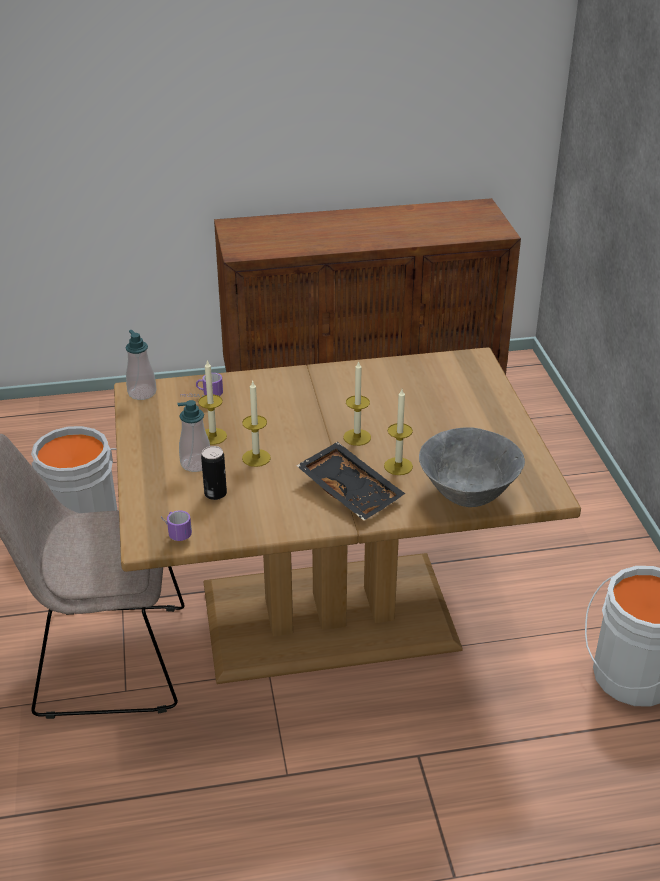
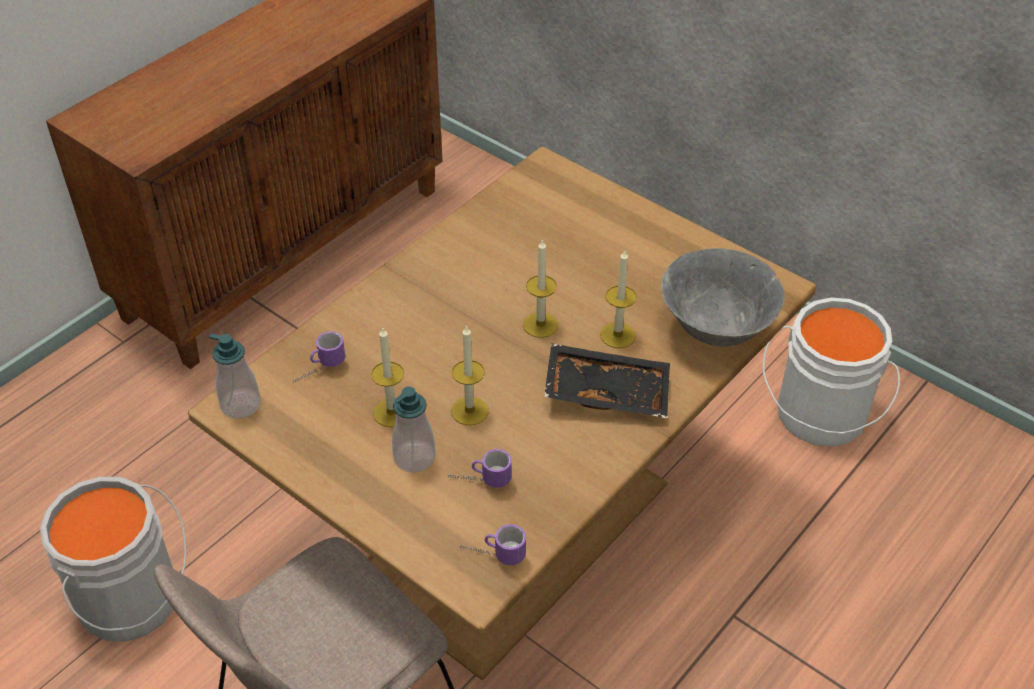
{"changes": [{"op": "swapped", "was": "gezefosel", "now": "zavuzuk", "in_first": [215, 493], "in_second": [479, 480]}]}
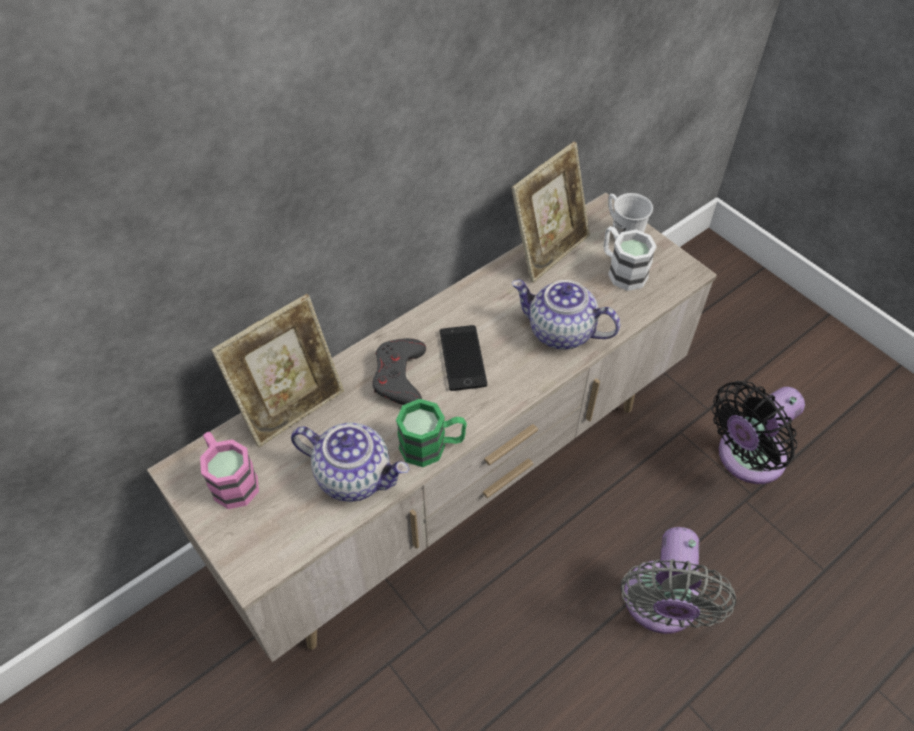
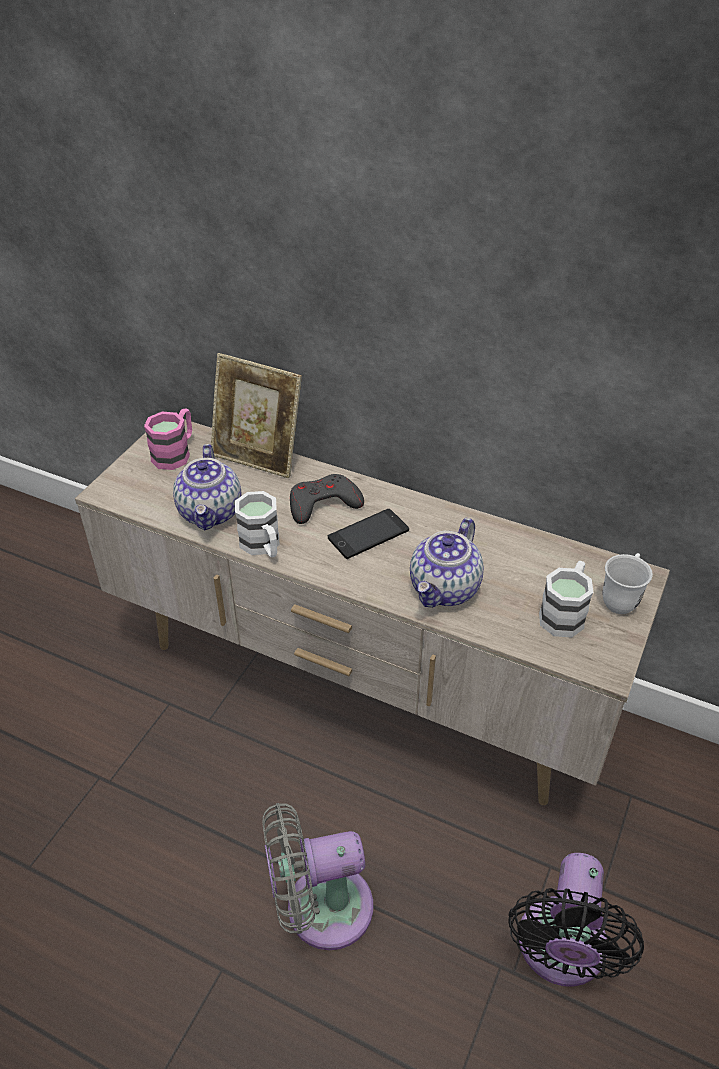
{"changes": [{"op": "repainted", "was": "zavuzuk (green)", "now": "zavuzuk (white)", "in_first": [432, 446], "in_second": [263, 546]}, {"op": "gone", "was": "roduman", "in_first": [548, 250]}, {"op": "rotated", "was": "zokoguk", "in_first": [560, 332], "in_second": [445, 589], "clockwise": -150}, {"op": "rotated", "was": "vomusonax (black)", "in_first": [746, 458], "in_second": [560, 951], "clockwise": -105}]}
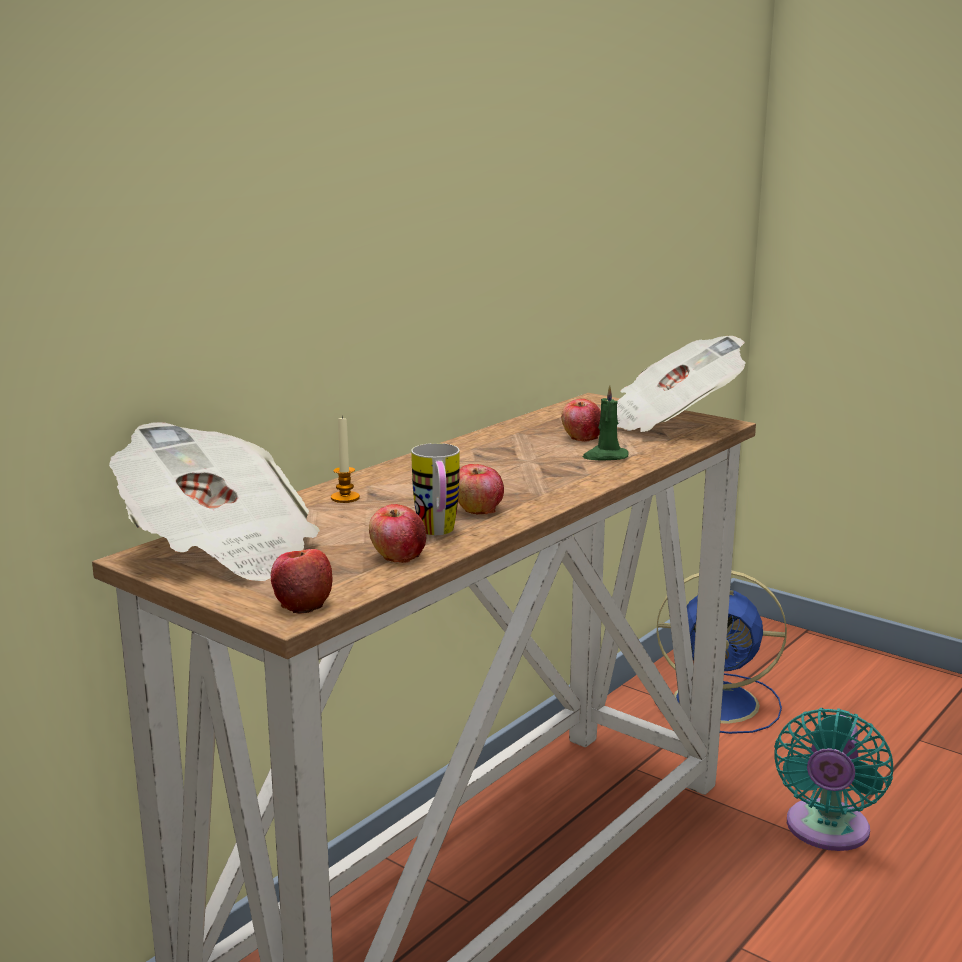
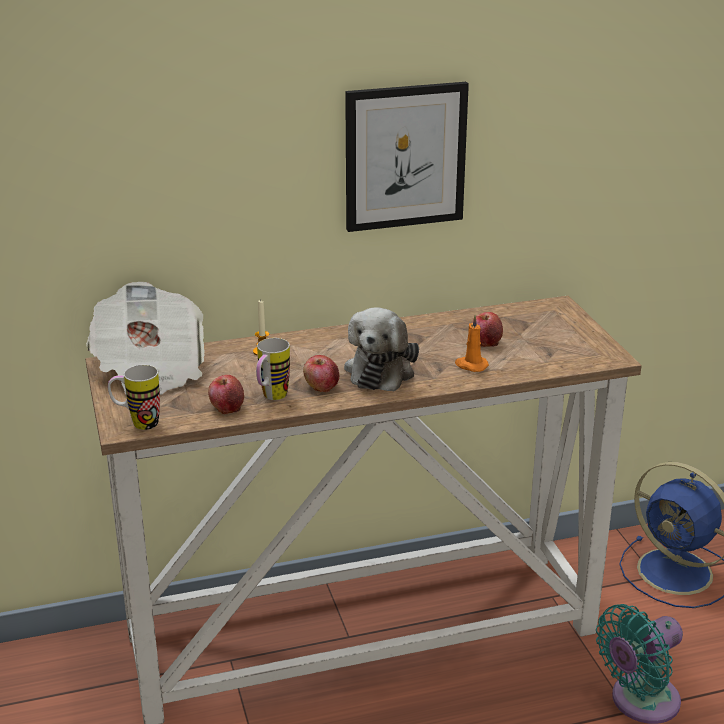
{"changes": [{"op": "swapped", "was": "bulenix", "now": "zavuzuk", "in_first": [302, 603], "in_second": [137, 424]}, {"op": "repainted", "was": "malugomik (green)", "now": "malugomik (orange)", "in_first": [605, 457], "in_second": [471, 365]}, {"op": "gone", "was": "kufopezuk", "in_first": [666, 422]}, {"op": "new", "now": "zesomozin", "in_second": [381, 370]}, {"op": "new", "now": "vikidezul", "in_second": [405, 156]}]}
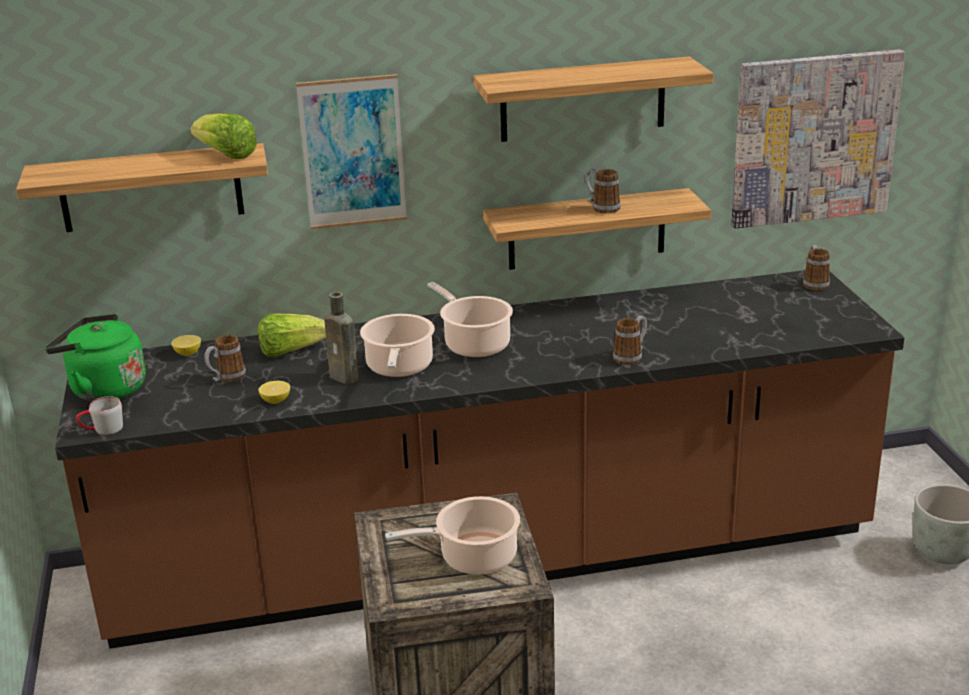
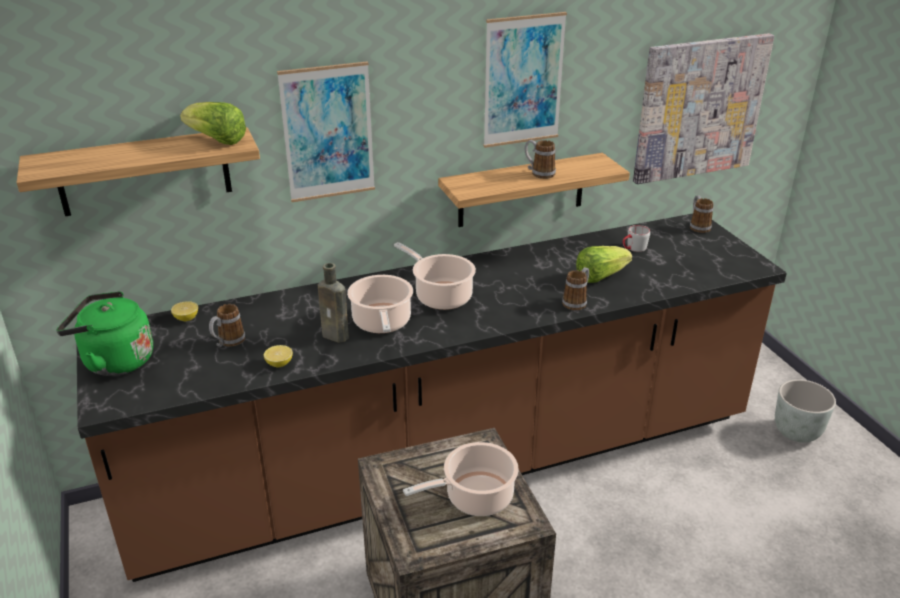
{"changes": [{"op": "shifted", "was": "zavuzuk (grey)", "in_first": [102, 430], "in_second": [633, 249]}, {"op": "shifted", "was": "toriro", "in_first": [291, 351], "in_second": [600, 276]}, {"op": "swapped", "was": "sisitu", "now": "vikidezul", "in_first": [582, 99], "in_second": [523, 80]}]}
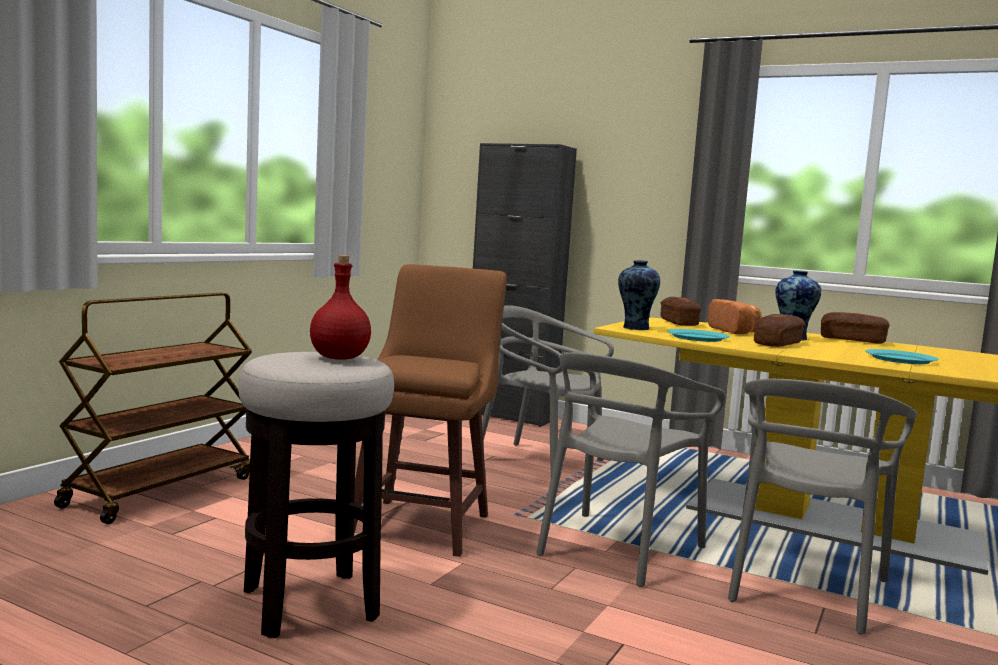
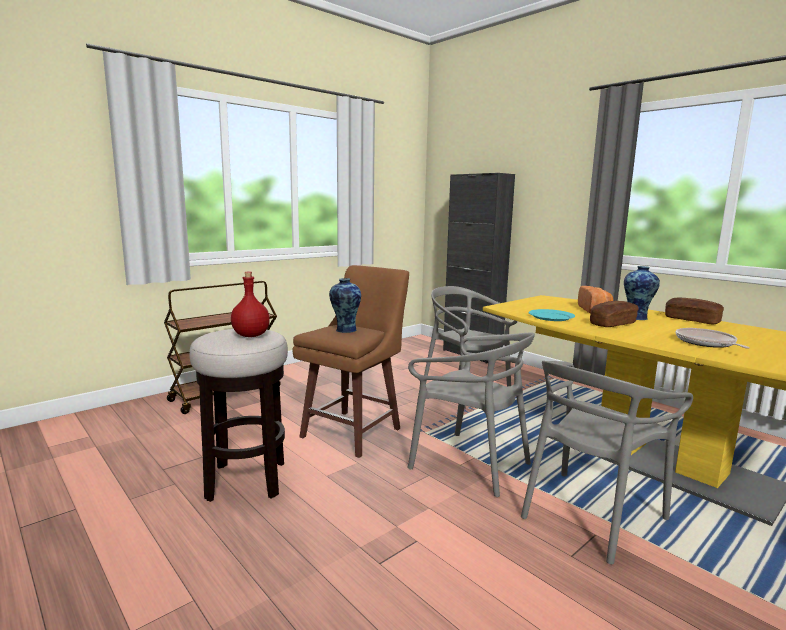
{"changes": [{"op": "rotated", "was": "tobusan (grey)", "in_first": [617, 548], "in_second": [470, 463], "clockwise": -105}, {"op": "shifted", "was": "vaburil", "in_first": [634, 328], "in_second": [345, 330]}, {"op": "gone", "was": "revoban", "in_first": [679, 323]}, {"op": "swapped", "was": "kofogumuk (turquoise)", "now": "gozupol", "in_first": [900, 359], "in_second": [706, 343]}]}
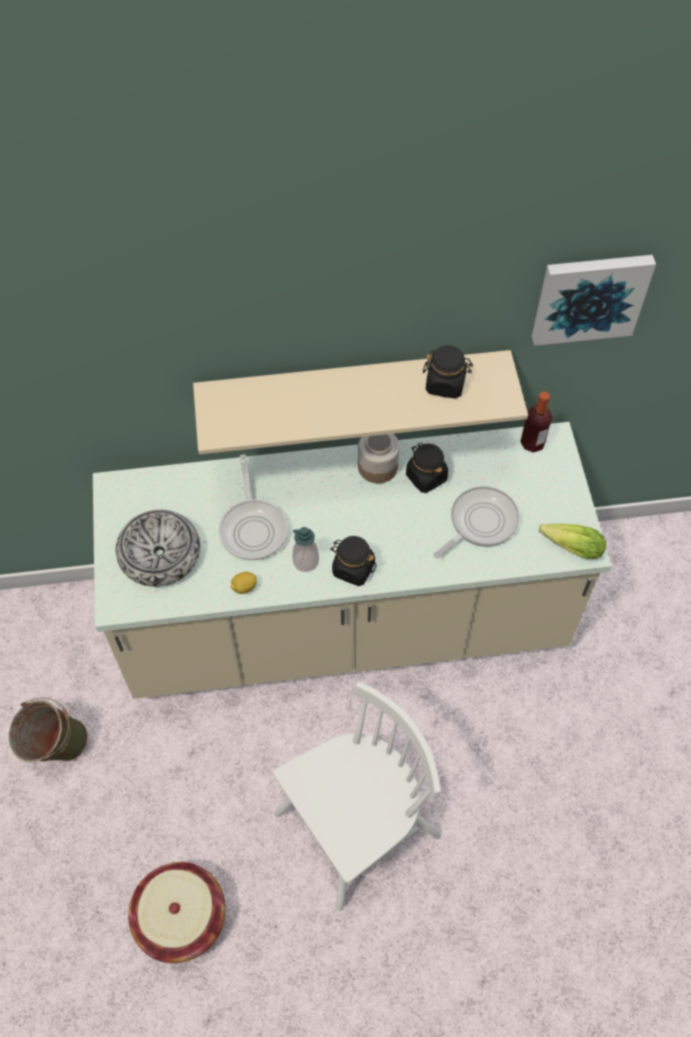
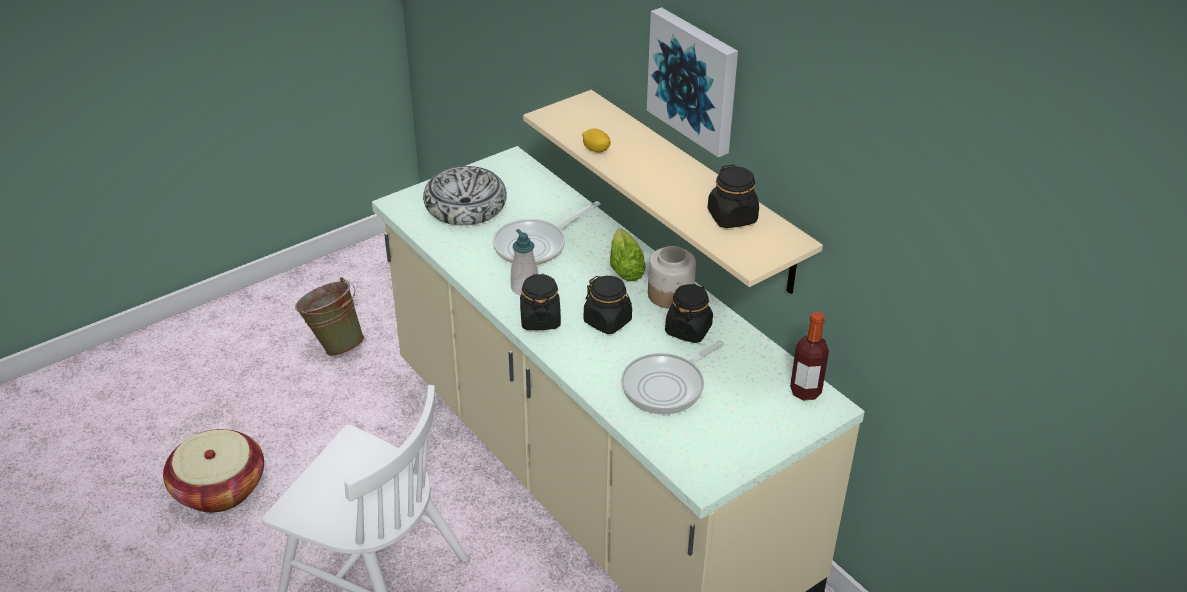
{"changes": [{"op": "shifted", "was": "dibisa", "in_first": [244, 587], "in_second": [596, 150]}, {"op": "rotated", "was": "gozupol", "in_first": [480, 523], "in_second": [667, 386], "clockwise": 120}, {"op": "shifted", "was": "vikidezul", "in_first": [589, 296], "in_second": [695, 80]}, {"op": "shifted", "was": "toriro", "in_first": [569, 546], "in_second": [625, 266]}, {"op": "new", "now": "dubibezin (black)", "in_second": [608, 321]}]}
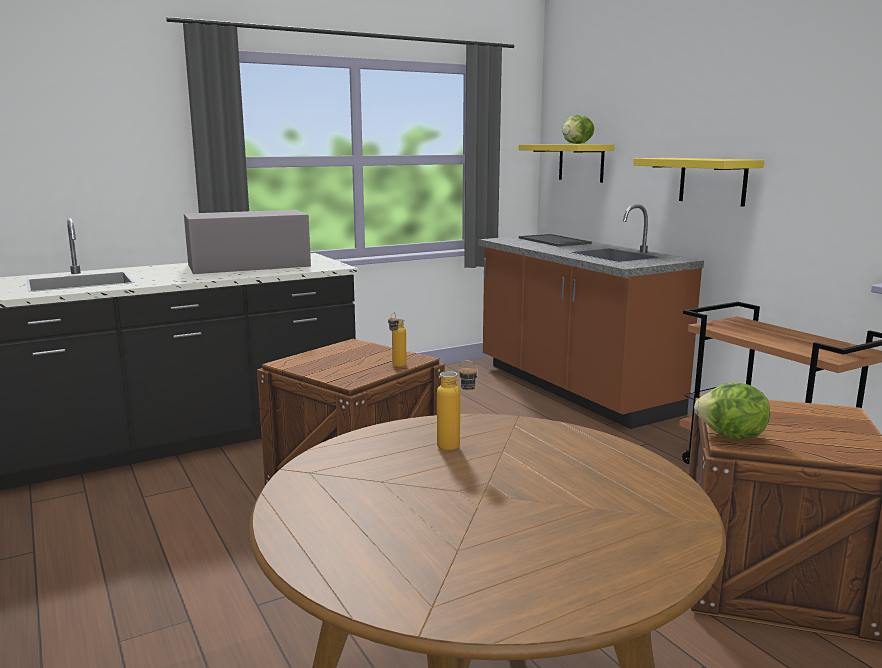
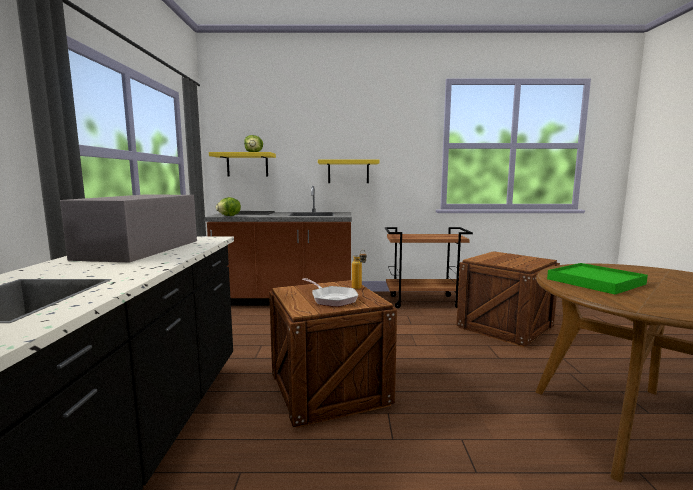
{"changes": [{"op": "swapped", "was": "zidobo", "now": "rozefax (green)", "in_first": [457, 448], "in_second": [595, 281]}, {"op": "shifted", "was": "toriro", "in_first": [731, 436], "in_second": [229, 216]}, {"op": "new", "now": "gozupol", "in_second": [332, 299]}]}
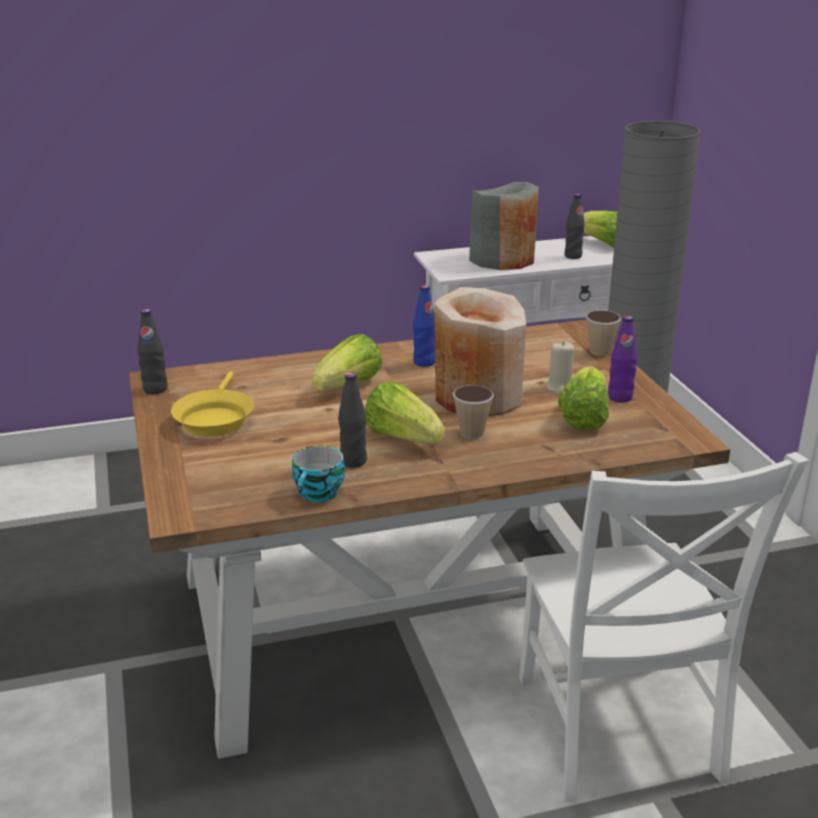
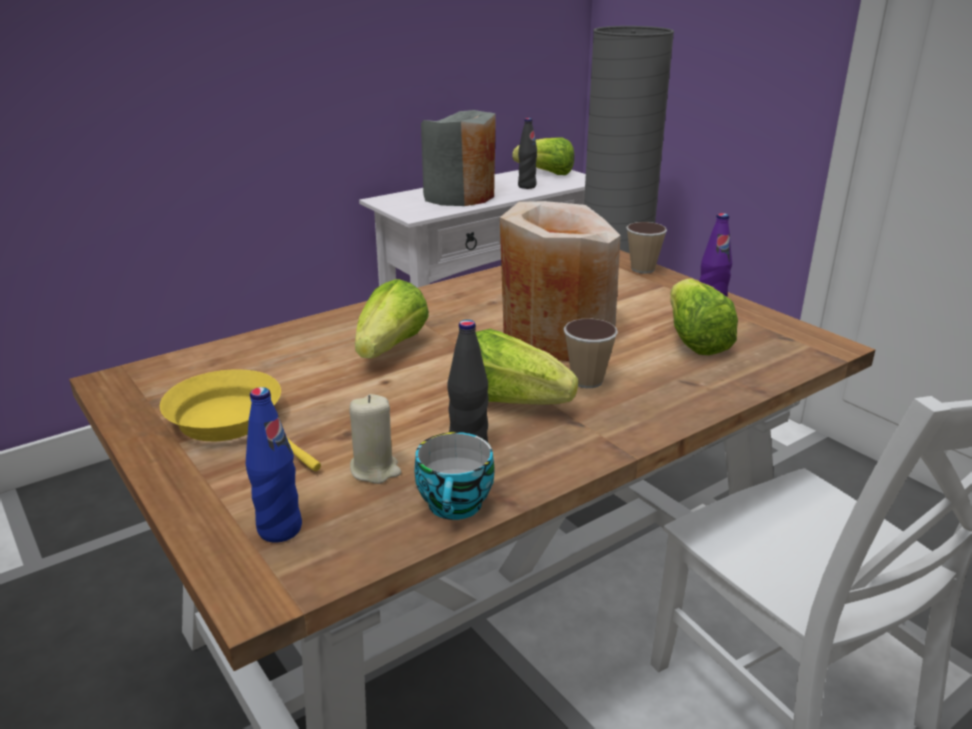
{"changes": [{"op": "gone", "was": "zidobo (black)", "in_first": [155, 389]}, {"op": "rotated", "was": "gozupol (yellow)", "in_first": [214, 418], "in_second": [233, 422], "clockwise": 150}, {"op": "shifted", "was": "zidobo (blue)", "in_first": [424, 362], "in_second": [279, 529]}, {"op": "shifted", "was": "malugomik (beige)", "in_first": [560, 388], "in_second": [375, 470]}]}
